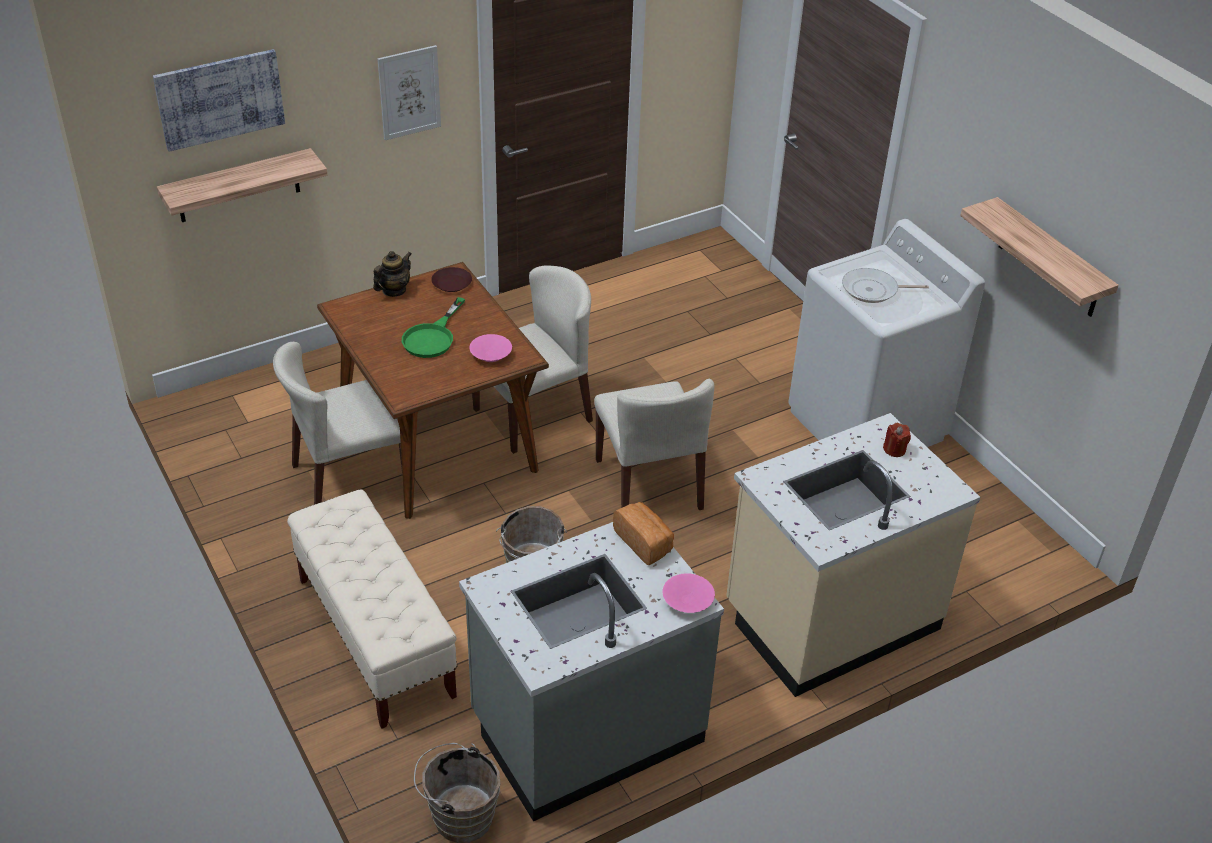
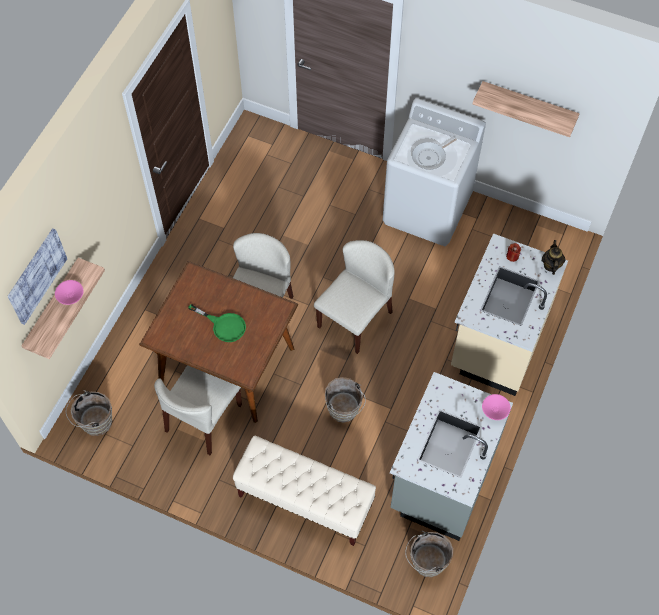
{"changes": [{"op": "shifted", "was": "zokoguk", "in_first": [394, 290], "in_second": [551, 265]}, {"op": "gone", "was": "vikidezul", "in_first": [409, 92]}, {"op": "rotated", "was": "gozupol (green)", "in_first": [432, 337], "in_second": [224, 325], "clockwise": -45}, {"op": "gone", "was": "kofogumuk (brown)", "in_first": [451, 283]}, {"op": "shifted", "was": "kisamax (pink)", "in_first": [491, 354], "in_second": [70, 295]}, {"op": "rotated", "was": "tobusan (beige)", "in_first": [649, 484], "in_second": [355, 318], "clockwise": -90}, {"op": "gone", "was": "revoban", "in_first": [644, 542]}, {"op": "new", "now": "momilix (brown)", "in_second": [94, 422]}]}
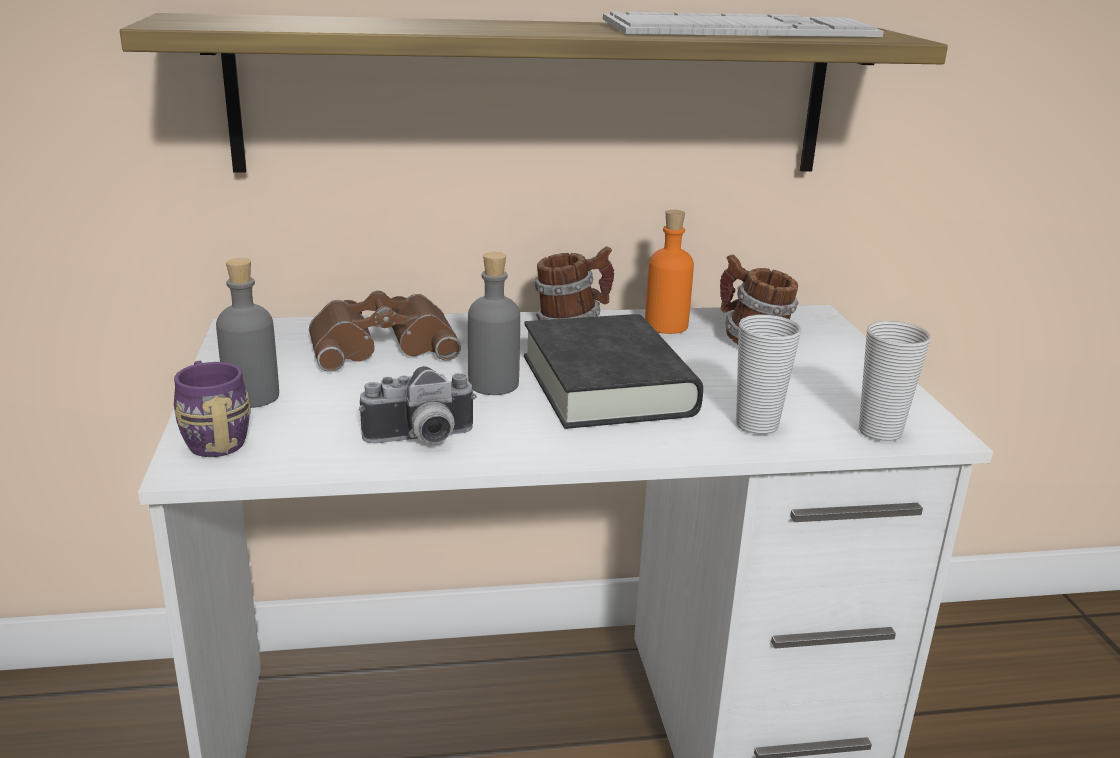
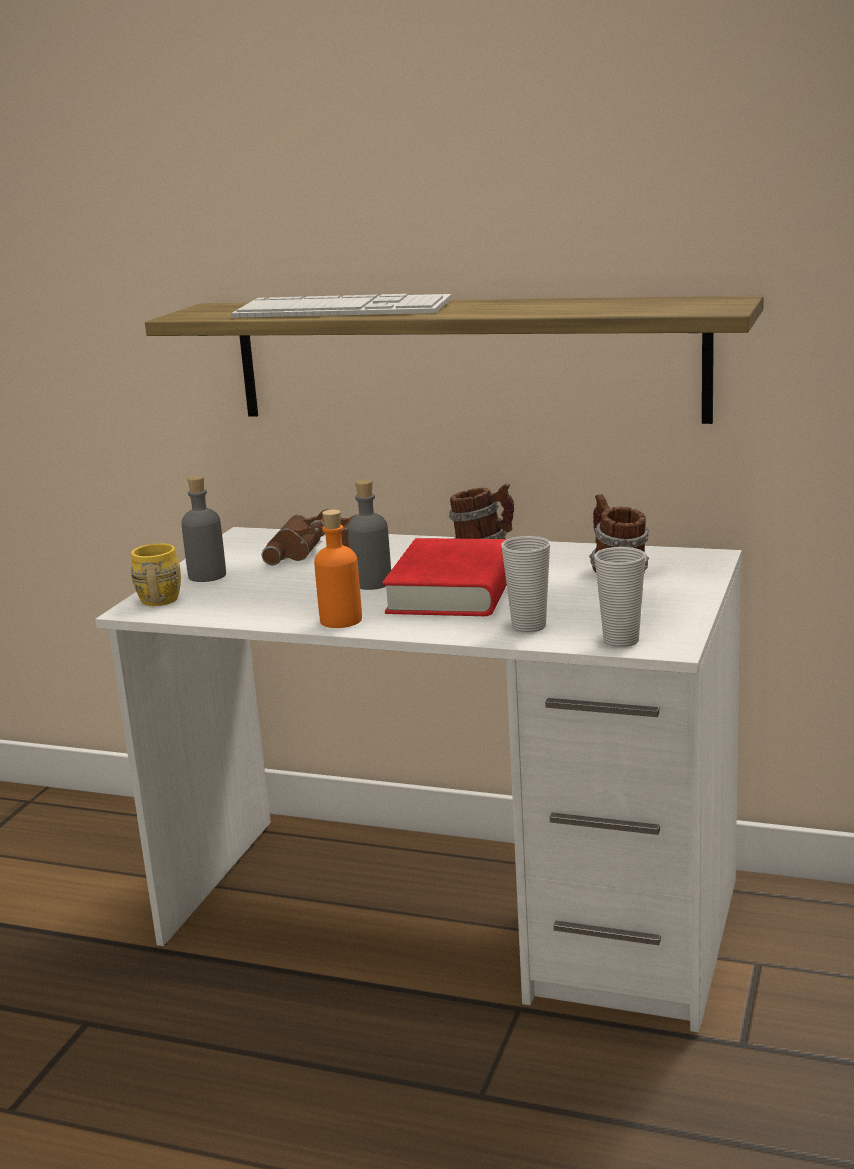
{"changes": [{"op": "repainted", "was": "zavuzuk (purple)", "now": "zavuzuk (yellow)", "in_first": [213, 437], "in_second": [161, 595]}, {"op": "gone", "was": "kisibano", "in_first": [421, 440]}, {"op": "repainted", "was": "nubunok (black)", "now": "nubunok (red)", "in_first": [607, 385], "in_second": [453, 591]}, {"op": "shifted", "was": "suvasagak", "in_first": [741, 30], "in_second": [342, 310]}, {"op": "shifted", "was": "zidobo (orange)", "in_first": [666, 326], "in_second": [341, 620]}]}
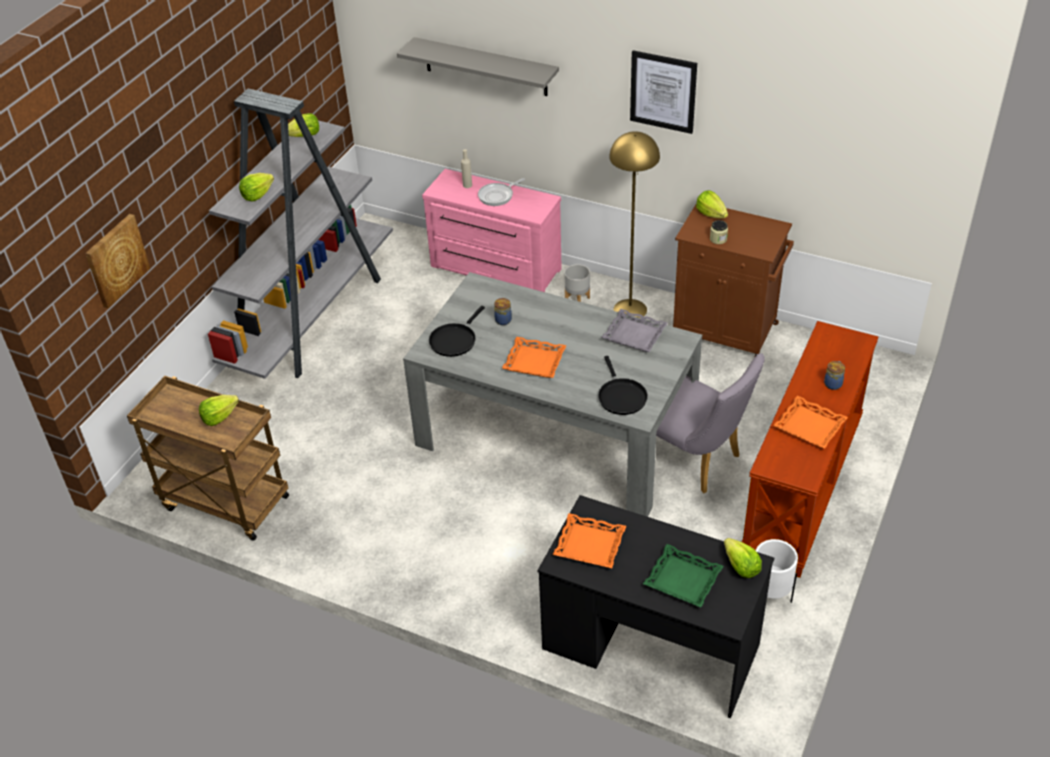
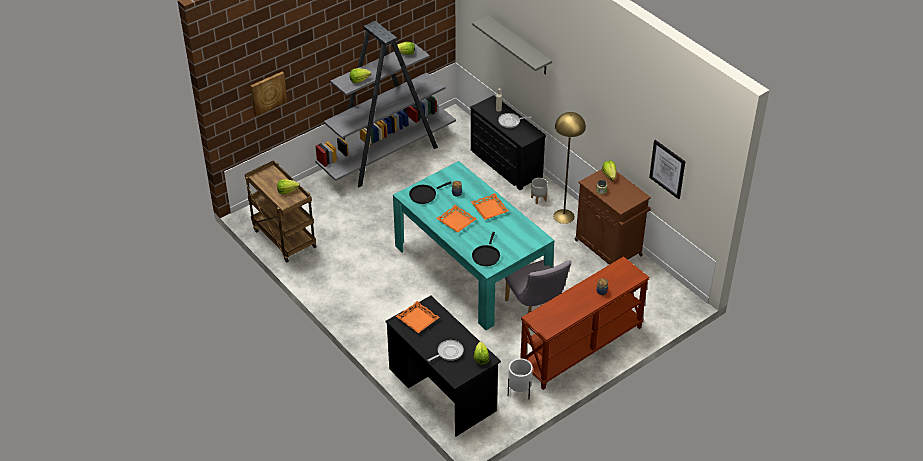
{"changes": [{"op": "repainted", "was": "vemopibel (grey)", "now": "vemopibel (turquoise)", "in_first": [555, 434], "in_second": [471, 268]}, {"op": "repainted", "was": "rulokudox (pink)", "now": "rulokudox (black)", "in_first": [494, 269], "in_second": [504, 164]}, {"op": "gone", "was": "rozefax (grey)", "in_first": [634, 334]}, {"op": "shifted", "was": "vikidezul", "in_first": [663, 91], "in_second": [667, 169]}, {"op": "swapped", "was": "rozefax (green)", "now": "gozupol", "in_first": [682, 580], "in_second": [448, 352]}, {"op": "shifted", "was": "rozefax (orange)", "in_first": [810, 426], "in_second": [490, 209]}]}
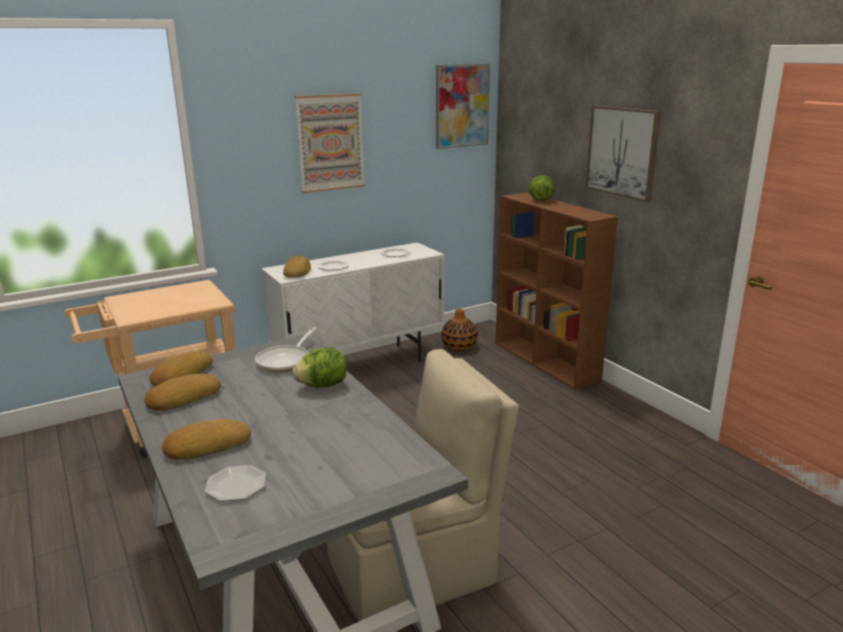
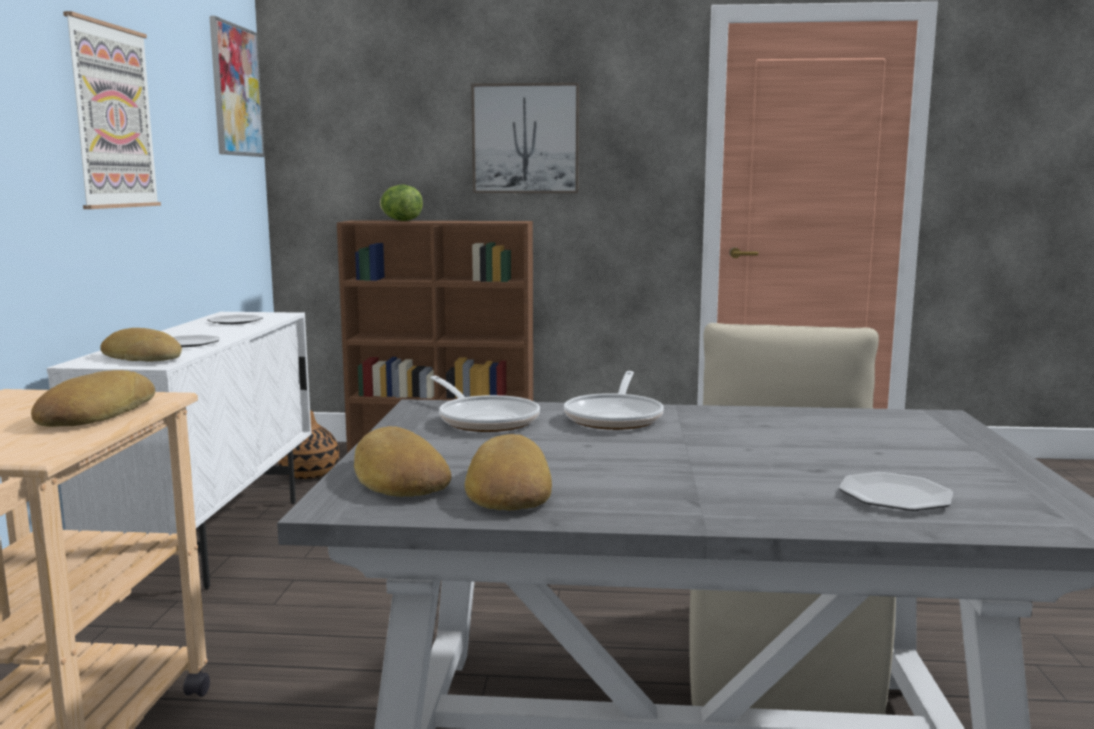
{"changes": [{"op": "shifted", "was": "revoban", "in_first": [207, 445], "in_second": [94, 413]}, {"op": "swapped", "was": "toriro", "now": "gozupol", "in_first": [322, 385], "in_second": [615, 417]}]}
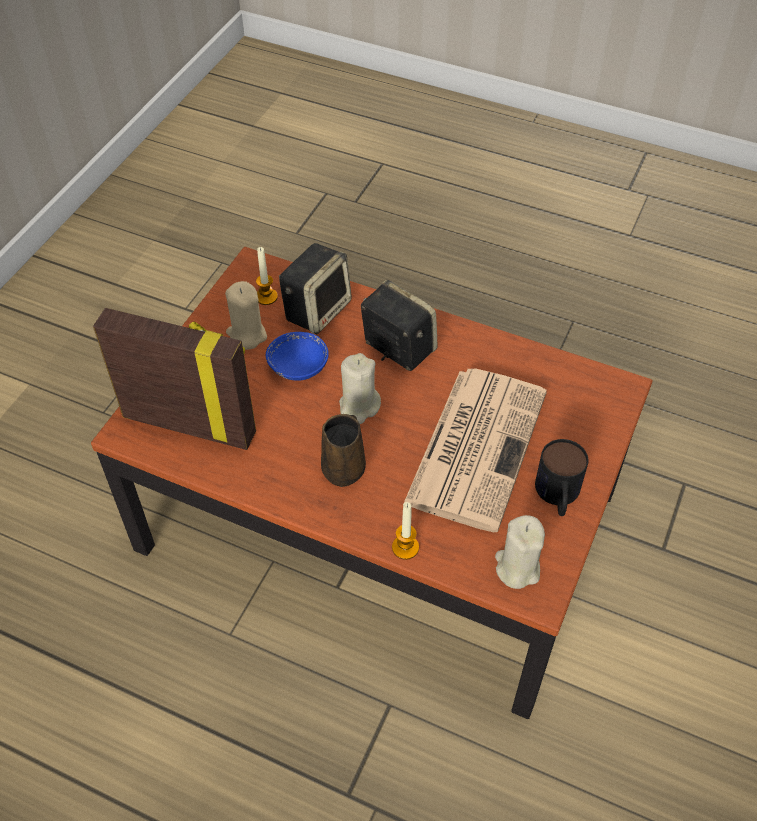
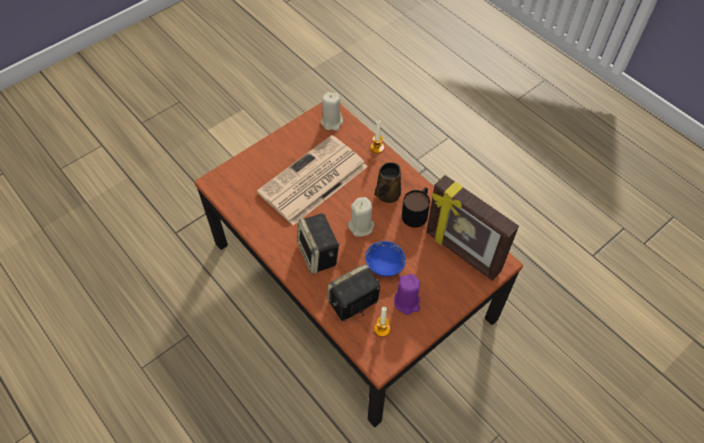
{"changes": [{"op": "repainted", "was": "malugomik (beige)", "now": "malugomik (purple)", "in_first": [246, 335], "in_second": [407, 302]}, {"op": "shifted", "was": "zavuzuk", "in_first": [558, 496], "in_second": [417, 212]}]}
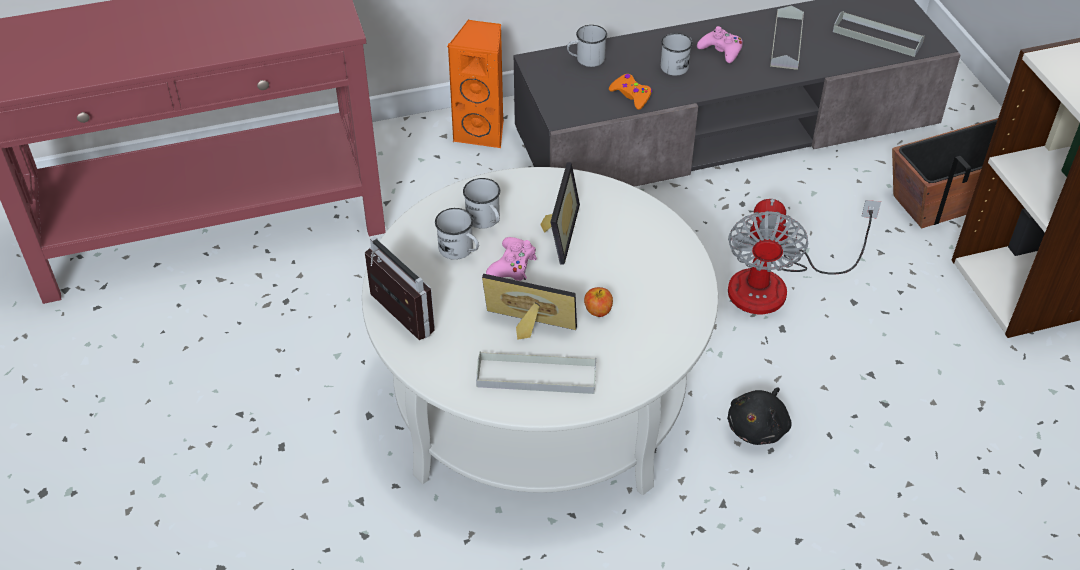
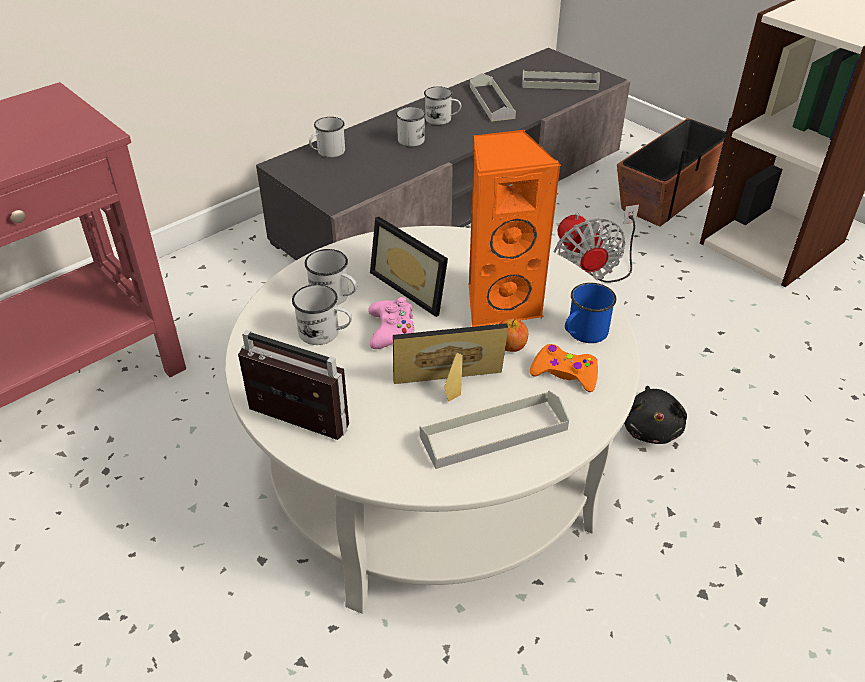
{"changes": [{"op": "shifted", "was": "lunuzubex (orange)", "in_first": [482, 132], "in_second": [500, 303]}, {"op": "rotated", "was": "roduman", "in_first": [555, 232], "in_second": [415, 287], "clockwise": 150}, {"op": "shifted", "was": "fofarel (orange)", "in_first": [631, 95], "in_second": [564, 374]}, {"op": "swapped", "was": "fofarel (pink)", "now": "zavuzuk (white)", "in_first": [721, 50], "in_second": [442, 119]}, {"op": "new", "now": "zavuzuk (blue)", "in_second": [583, 333]}]}
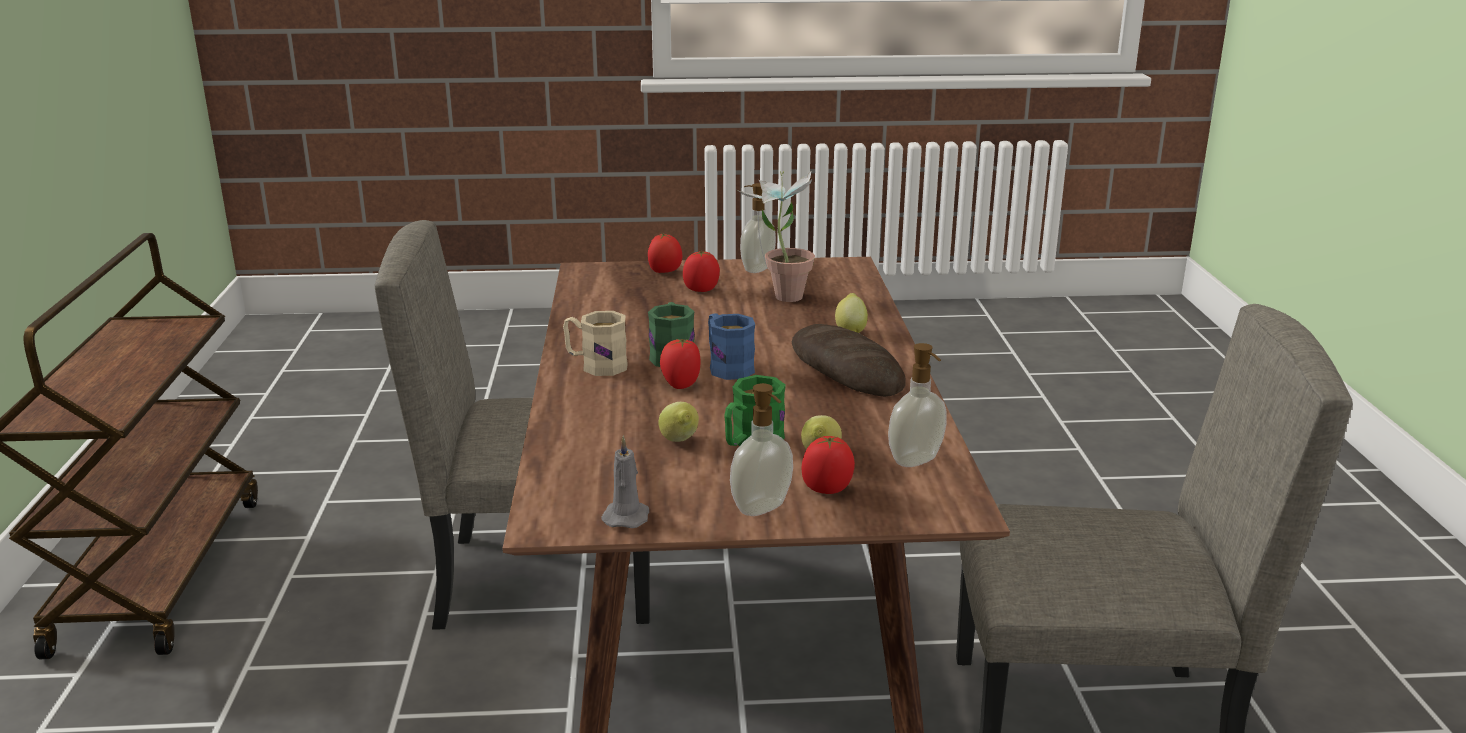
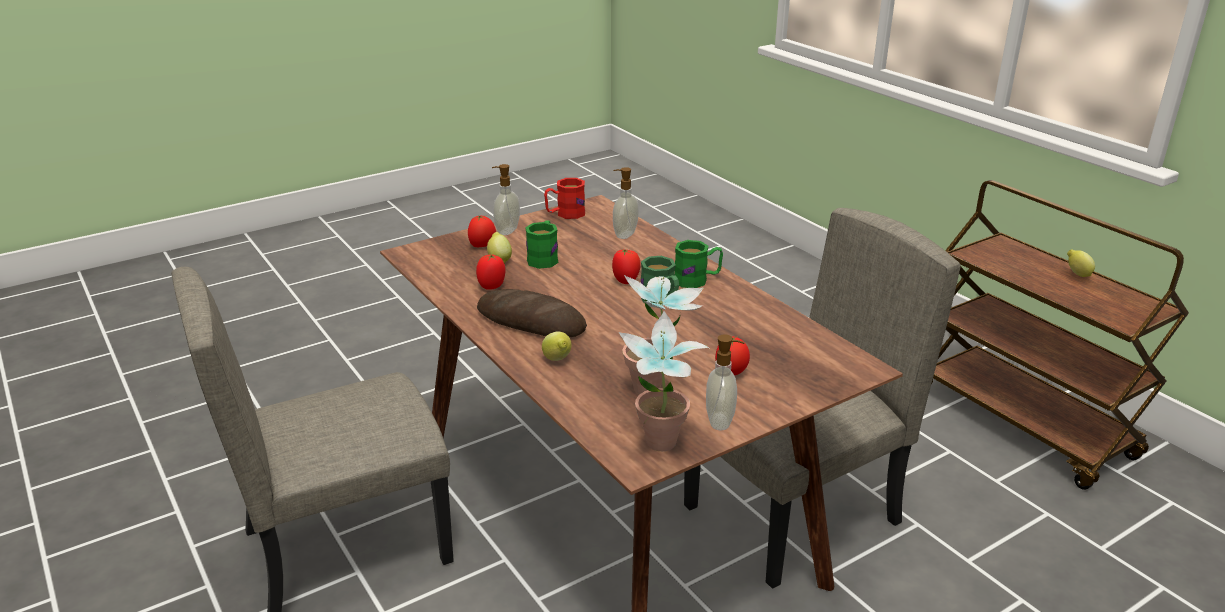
{"changes": [{"op": "repainted", "was": "zavuzuk (beige)", "now": "zavuzuk (green)", "in_first": [596, 365], "in_second": [697, 280]}, {"op": "swapped", "was": "malugomik (grey)", "now": "zavuzuk (red)", "in_first": [627, 516], "in_second": [565, 214]}, {"op": "shifted", "was": "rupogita", "in_first": [665, 272], "in_second": [492, 286]}, {"op": "shifted", "was": "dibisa", "in_first": [679, 442], "in_second": [1077, 274]}, {"op": "gone", "was": "zavuzuk (blue)", "in_first": [727, 366]}, {"op": "shifted", "was": "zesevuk", "in_first": [916, 461], "in_second": [624, 234]}, {"op": "new", "now": "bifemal", "in_second": [660, 449]}]}
